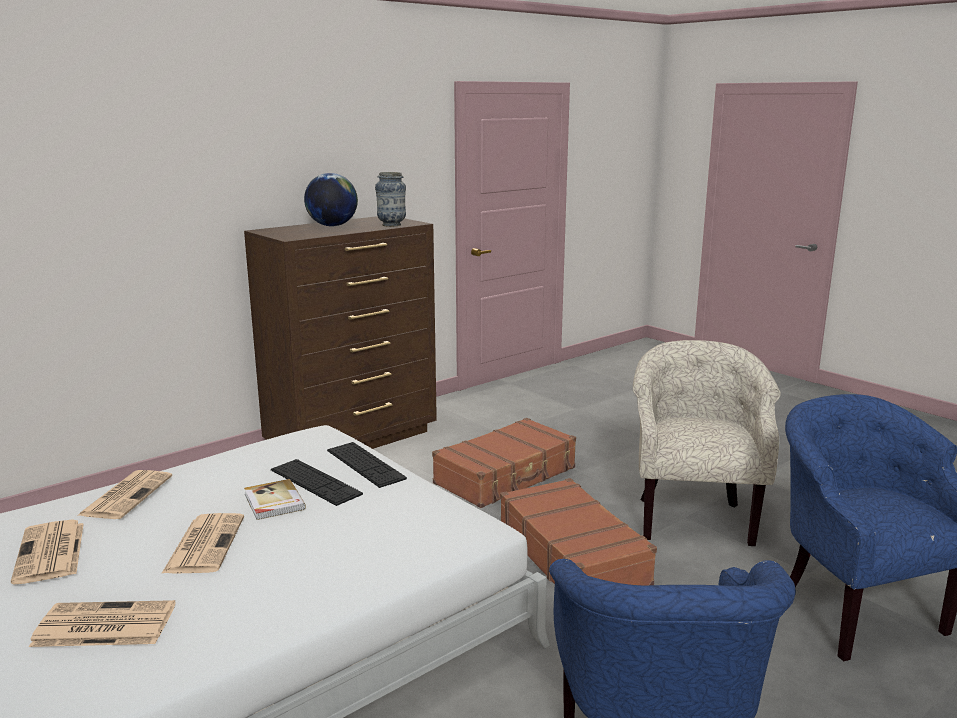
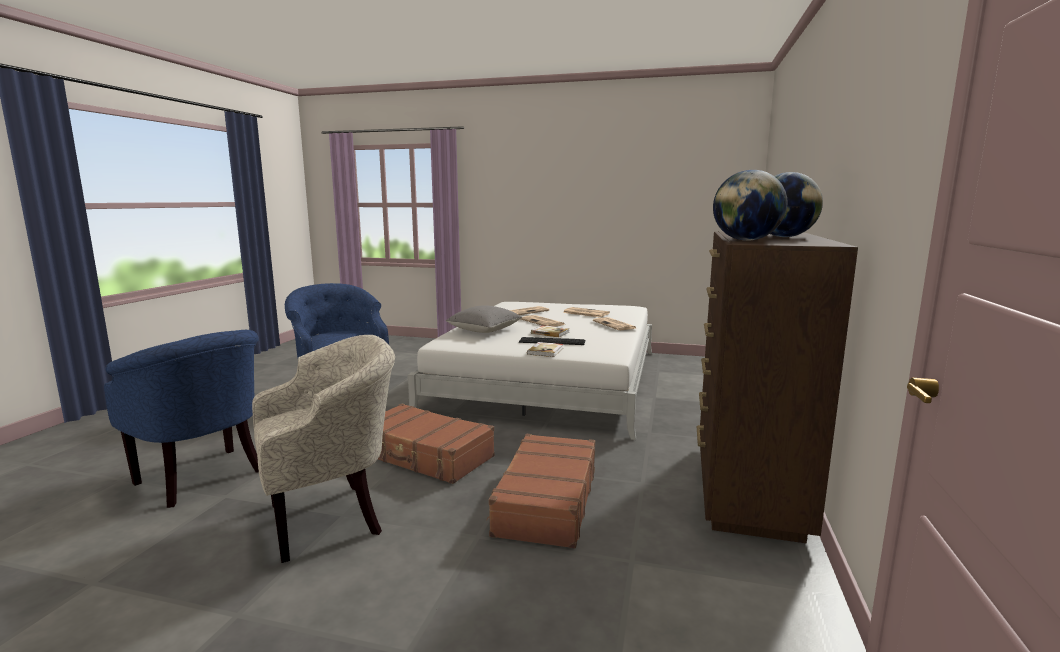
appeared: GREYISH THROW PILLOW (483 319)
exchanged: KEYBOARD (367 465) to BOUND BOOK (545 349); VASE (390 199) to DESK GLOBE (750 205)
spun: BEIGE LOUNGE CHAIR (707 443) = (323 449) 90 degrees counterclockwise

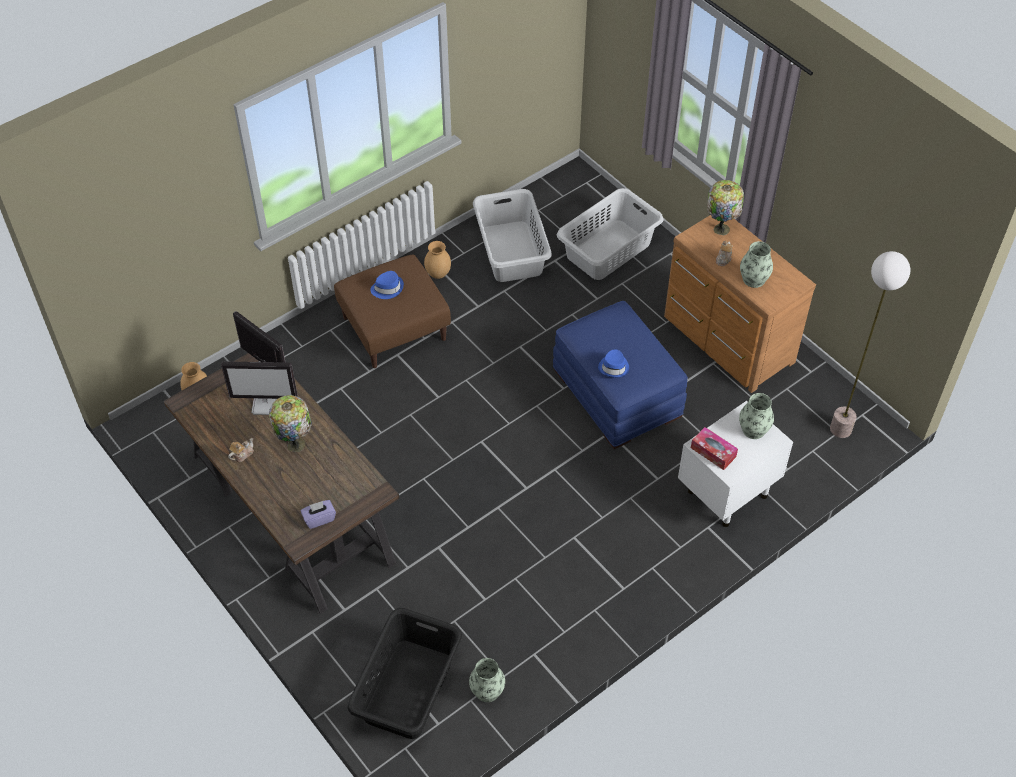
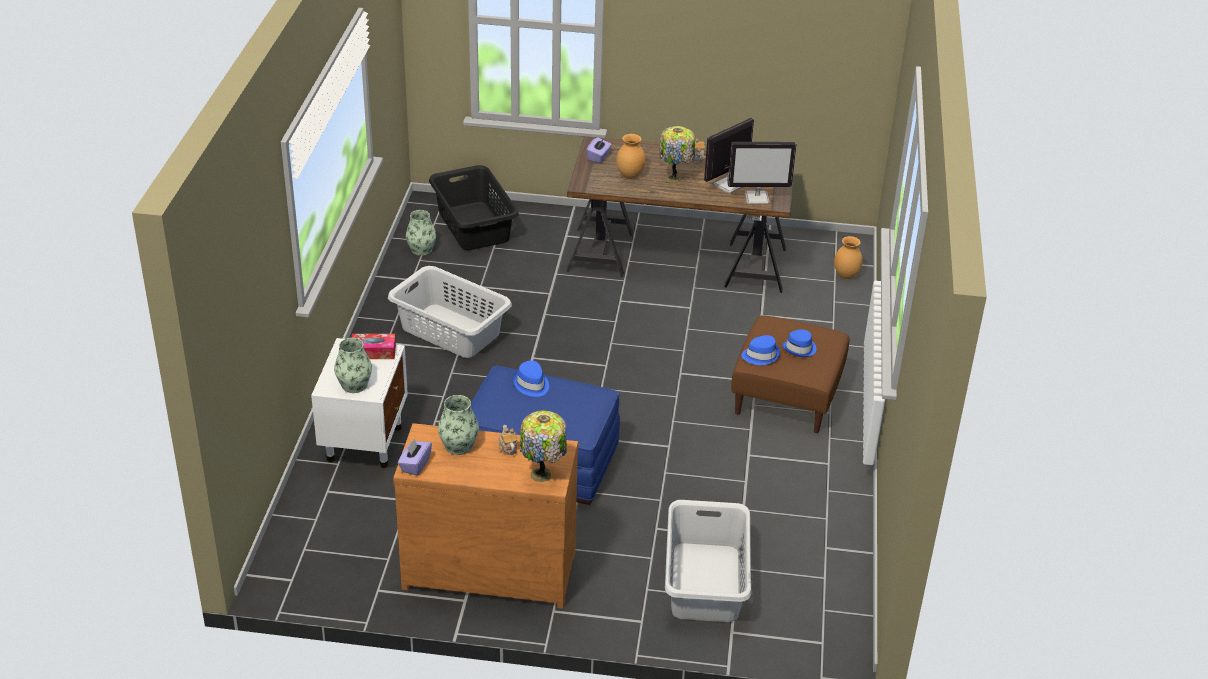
missing: STANDARD LAMP (870 344)
appeared: PURPLE TISSUE BOX (415 457); BLUISH WEARABLE HAT (760 350)
relocated: BROWNISH VASE (437 260) to (631 156); GREYISH LAUNDRY BASKET (512 235) to (450 312)

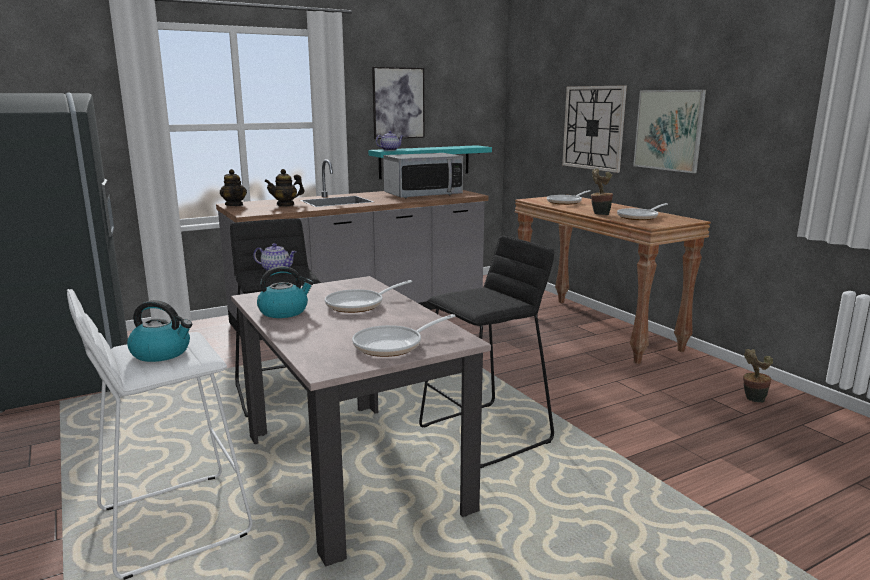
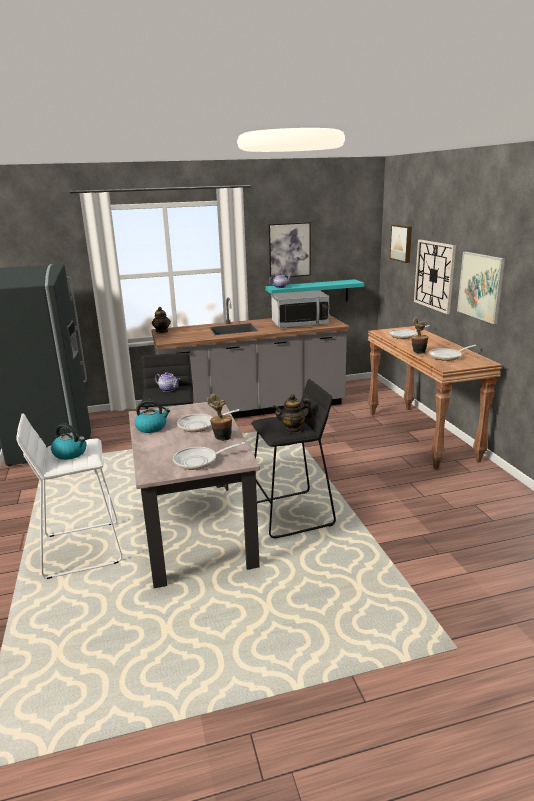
appeared: WALL PICTURE (401 243)
relocated: TEA POT (284 188) to (293 413); PLANT IN A POT (758 376) to (219 417)

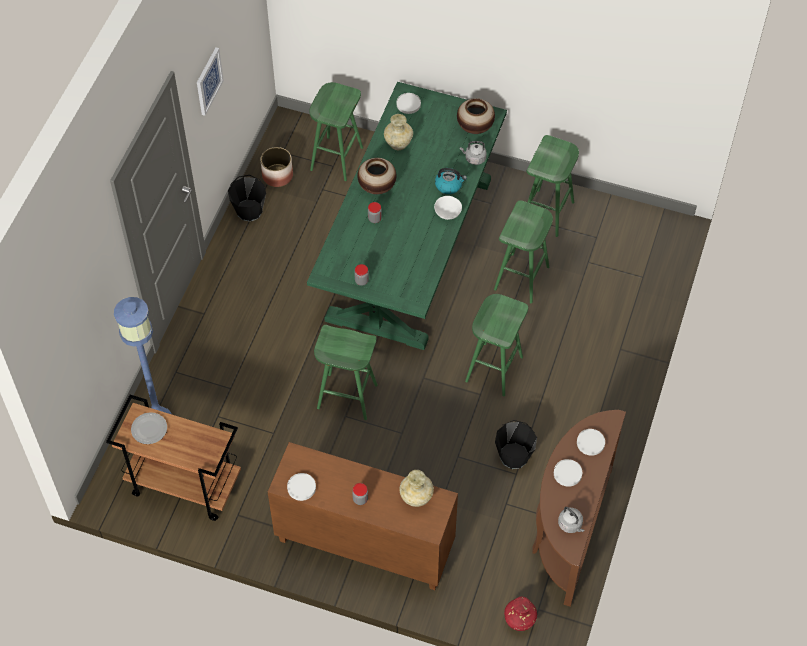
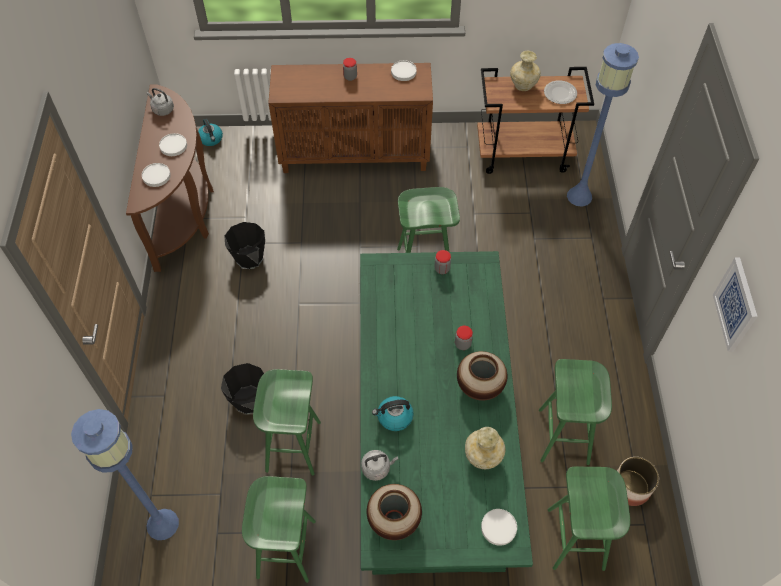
missing: WHITISH SERVING BOWL (448 208)
appeared: BLUISH STANDARD LAMP (125 474)
relocated: BLACK BUCKET (247 198) to (242 388); BEIGE VASE (416 488) to (525 71); GREEN-COLOURED STOOL SEAT (496 345) to (575 412)
exchanged: REDDISH VASE (520 614) to WATER KETTLE (210 132)

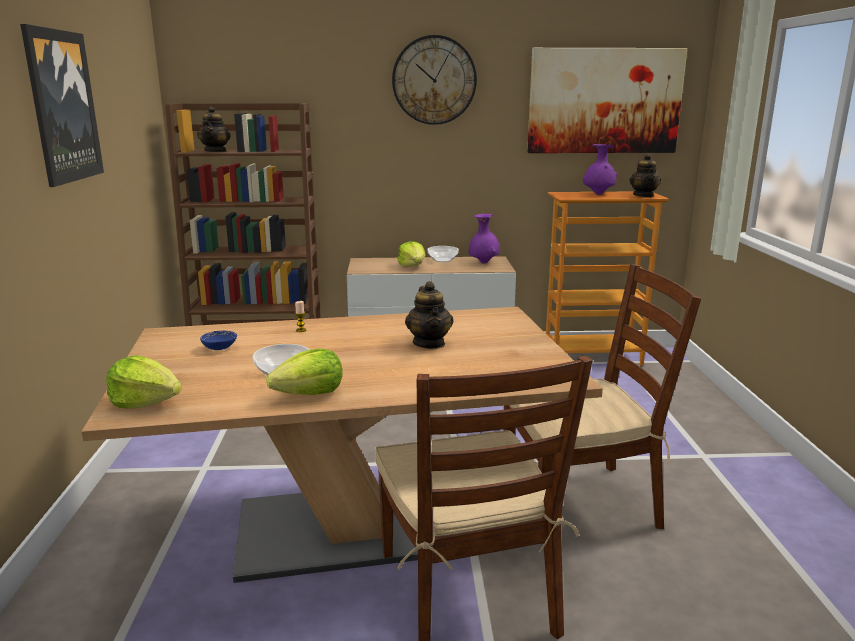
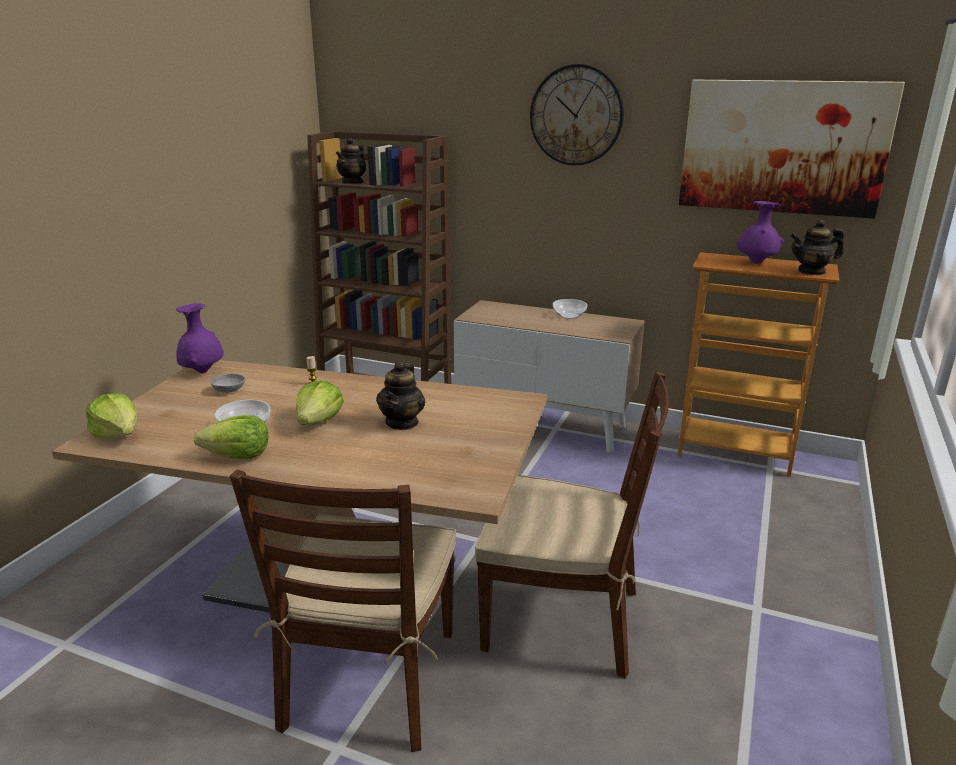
missing: WALL PICTURE (62 105)
relocated: LETTUCE HEAD (411 254) to (320 403); PURPLE VASE (484 239) to (200 338)
colour: BLUISH SERVING BOWL (218 340) to GREYISH SERVING BOWL (228 383)
spun: TEA POT (645 175) = (817 247) 60 degrees clockwise

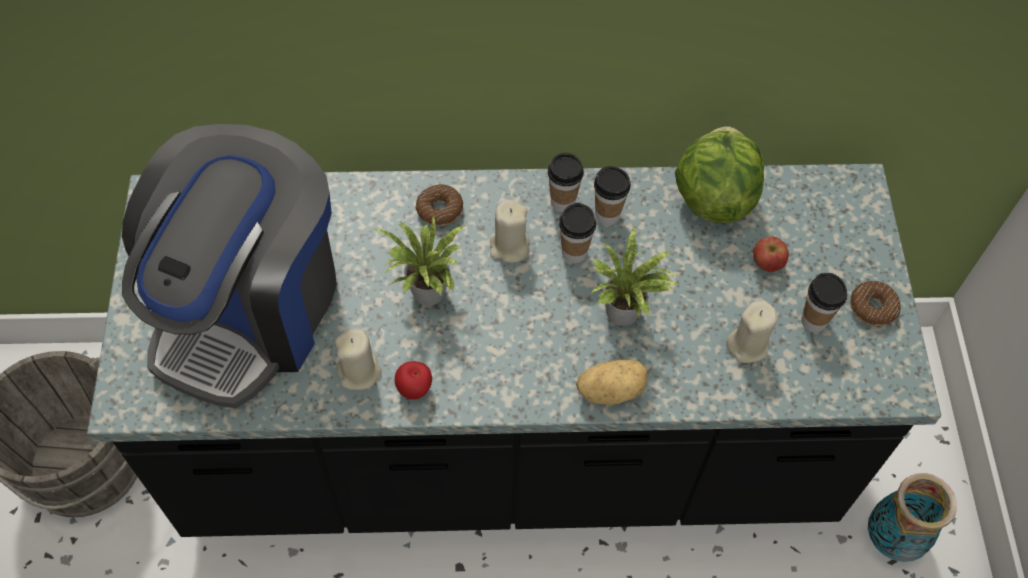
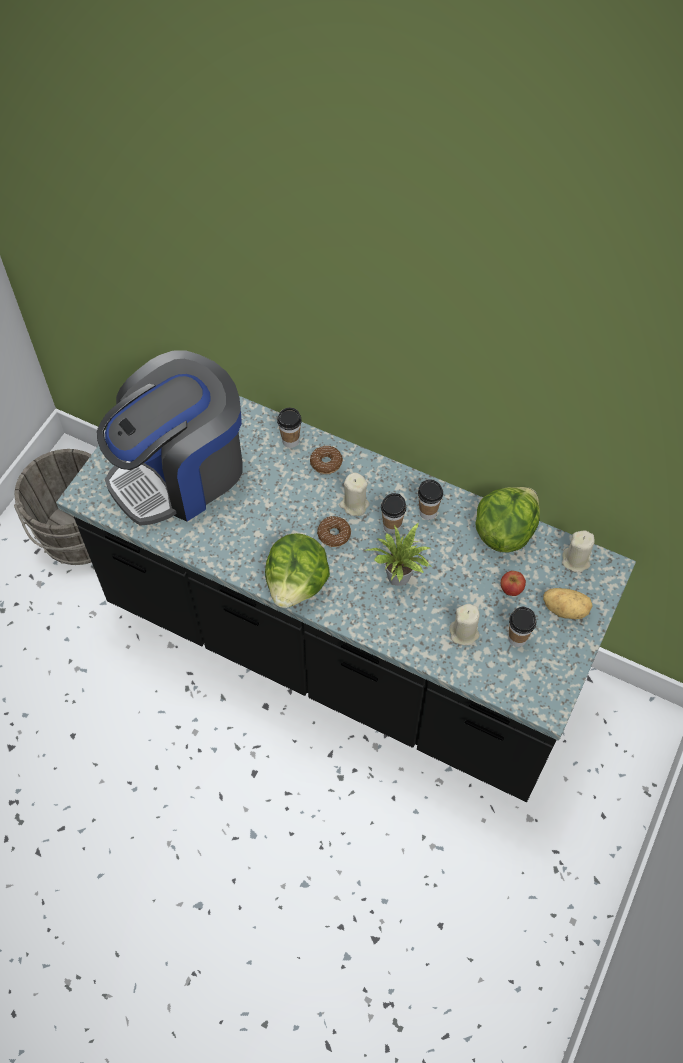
missing: PLANT IN A POT (419 259); WHOLE APPLE (413 380); VASE (912 517)
appeared: LETTUCE HEAD (297 570)
relocated: BEIGE WAX LIGHT (358 359) to (578 551); CUP (566 182) to (289 428); WHOLE POTATO (611 382) to (567 603); DONUT (875 303) to (334 531)

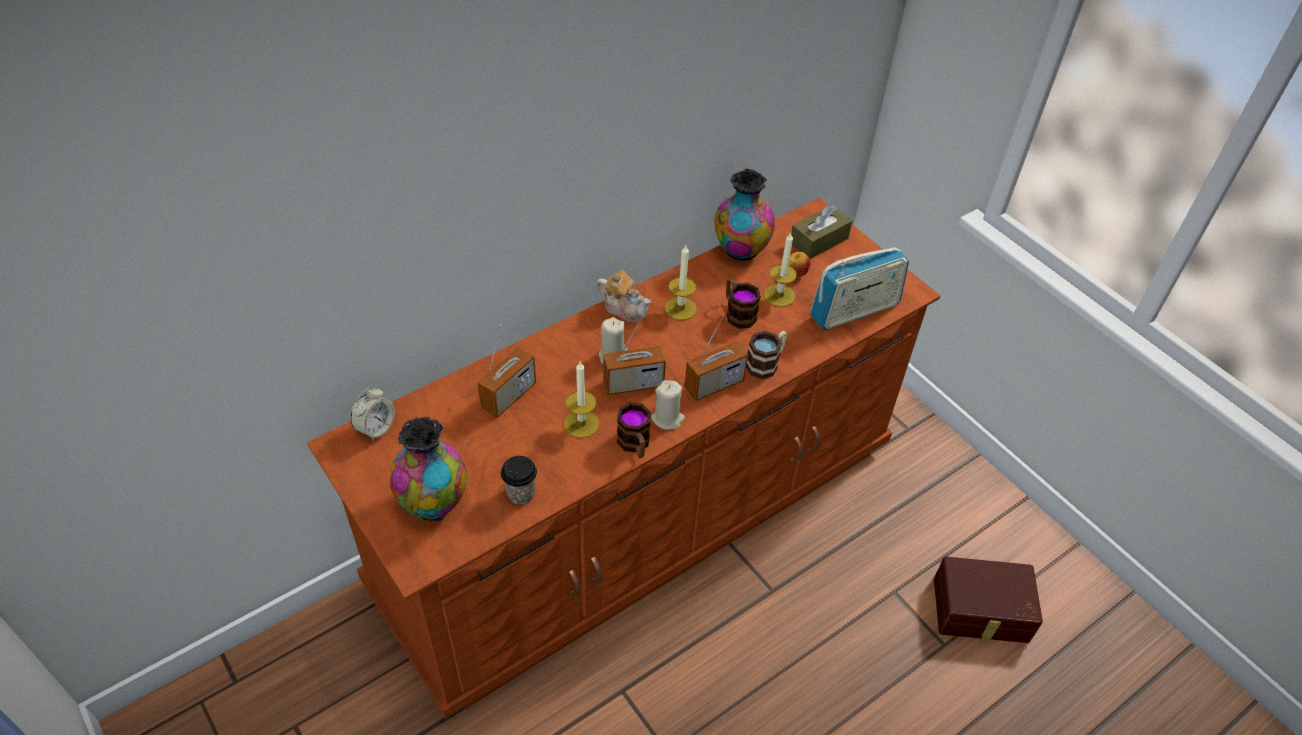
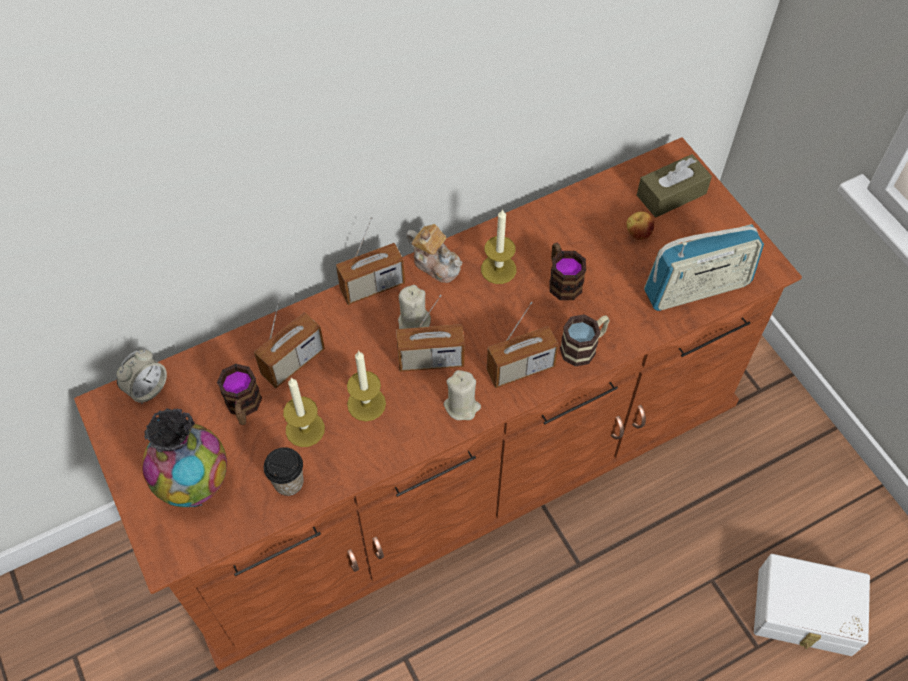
missing: VASE (744 215)
appeared: RADIO (370 261)
relocated: COFFEE MUG (634 430) to (239 394); WAX LIGHT (780 270) to (304 412)
colour: BROWNISH STORAGE CONTAINER (988 600) to WHITISH STORAGE CONTAINER (812 605)

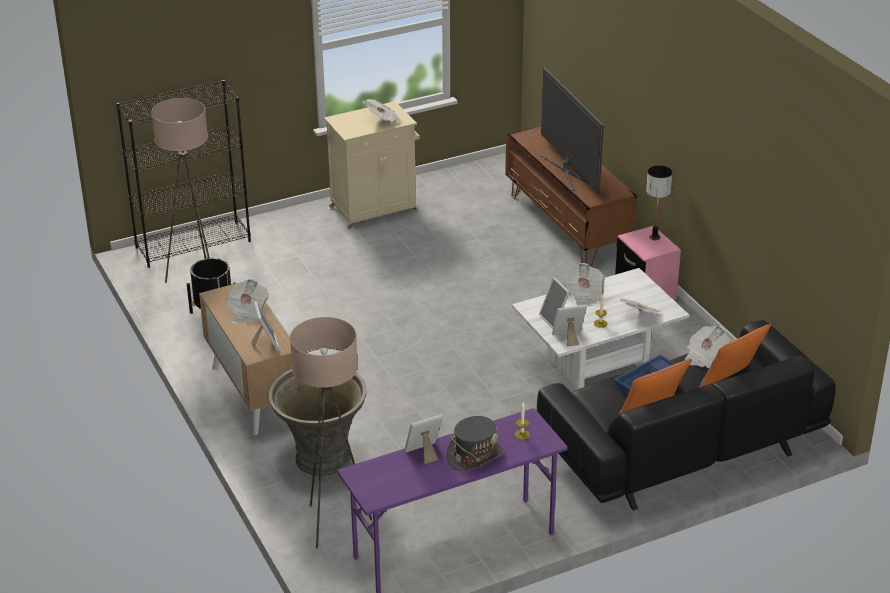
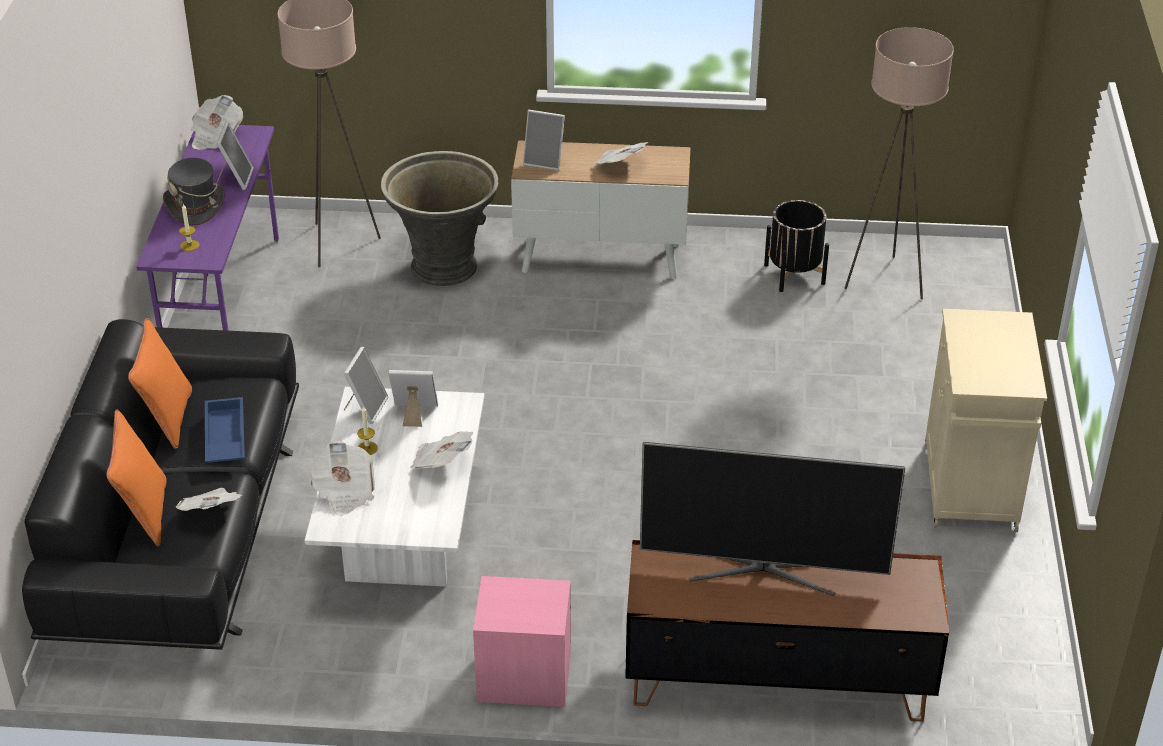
missing: BLACK BOOKSHELF (183 174); TABLETOP LAMP (659 202)
relocated: PRINTED PAPER (382 110) to (217 122)

